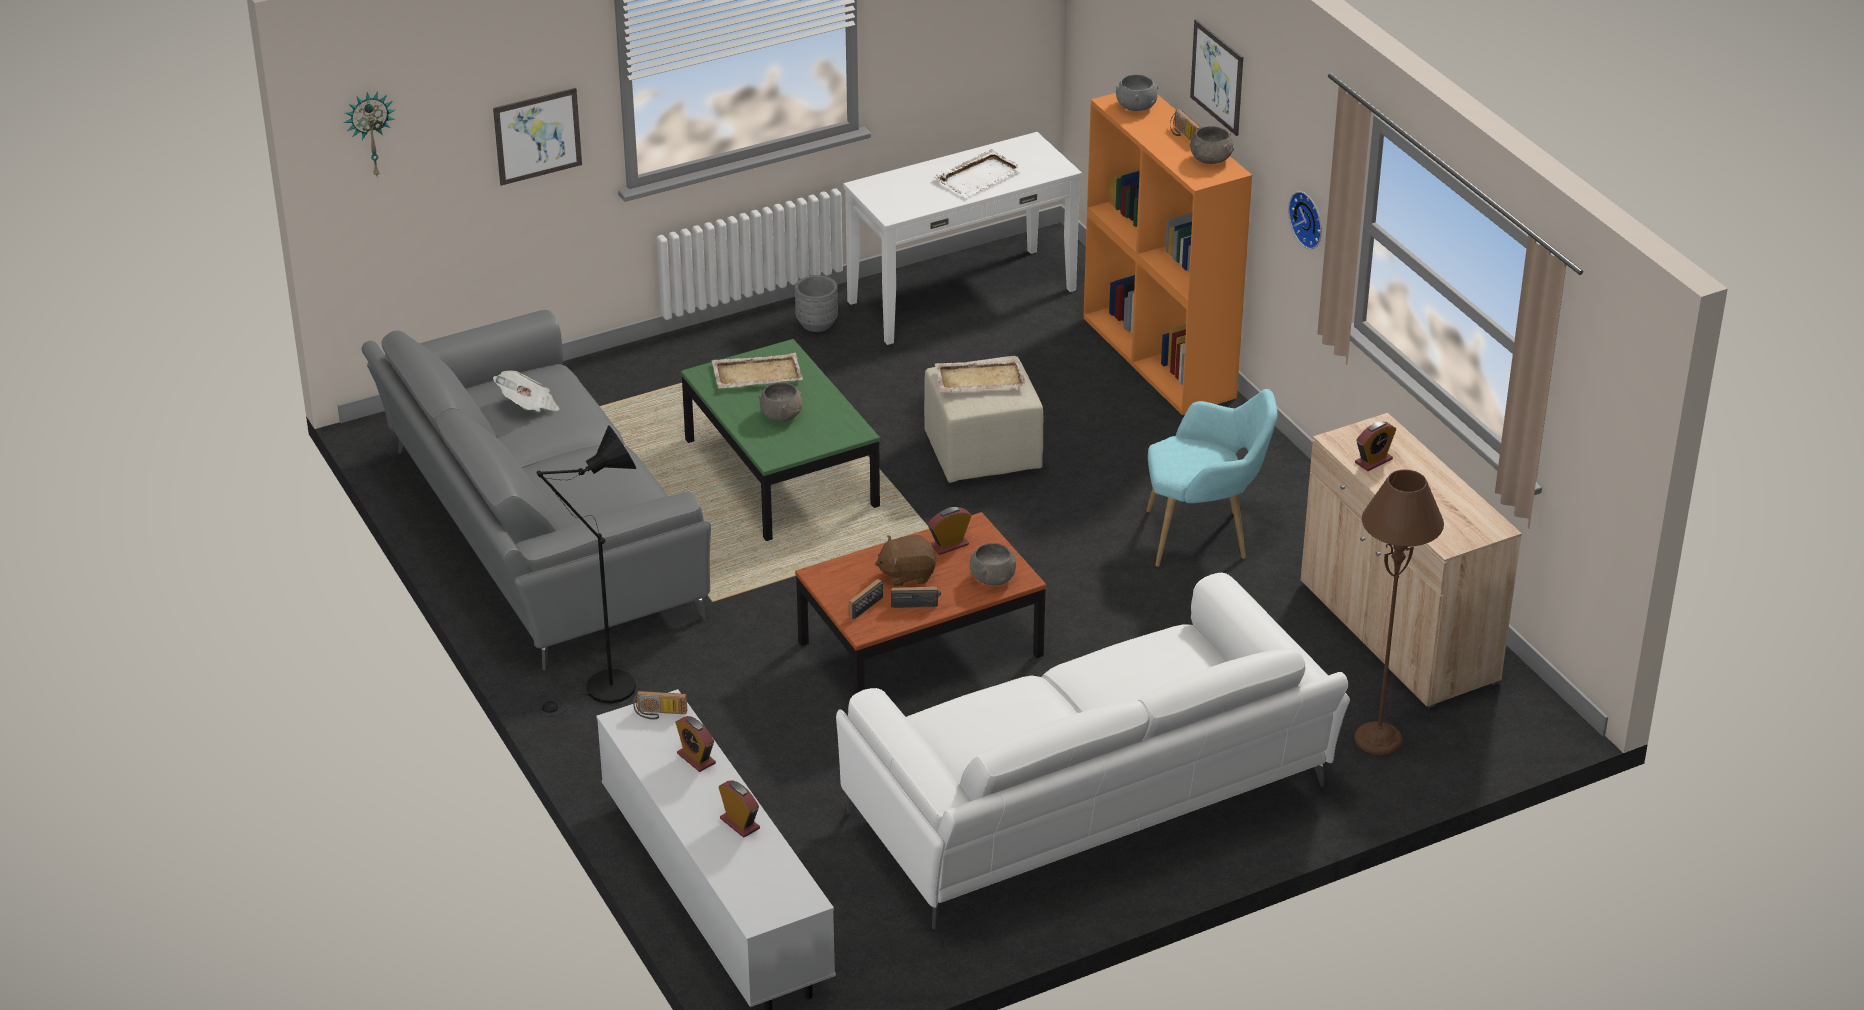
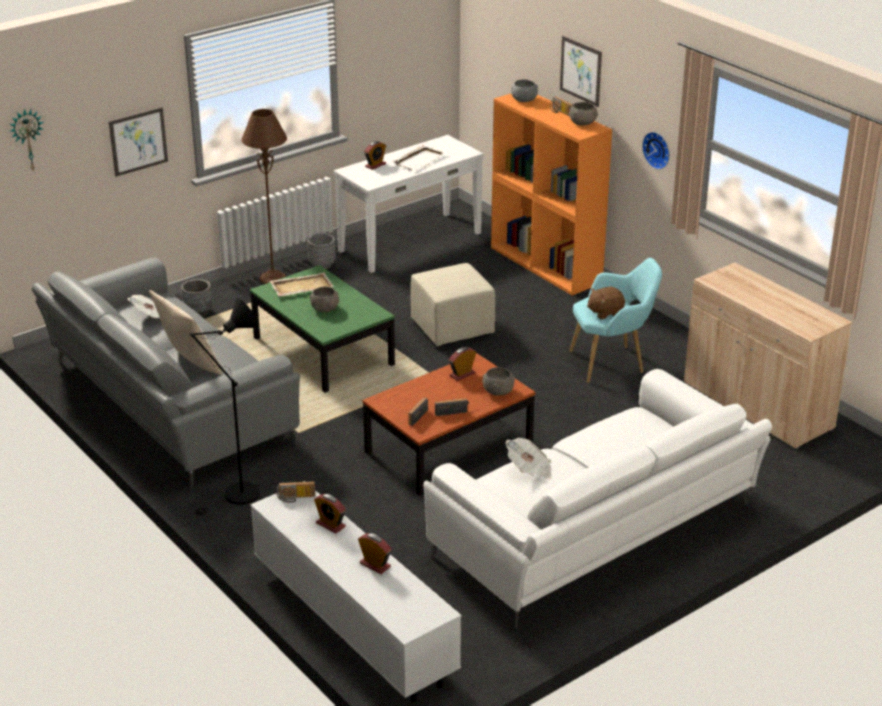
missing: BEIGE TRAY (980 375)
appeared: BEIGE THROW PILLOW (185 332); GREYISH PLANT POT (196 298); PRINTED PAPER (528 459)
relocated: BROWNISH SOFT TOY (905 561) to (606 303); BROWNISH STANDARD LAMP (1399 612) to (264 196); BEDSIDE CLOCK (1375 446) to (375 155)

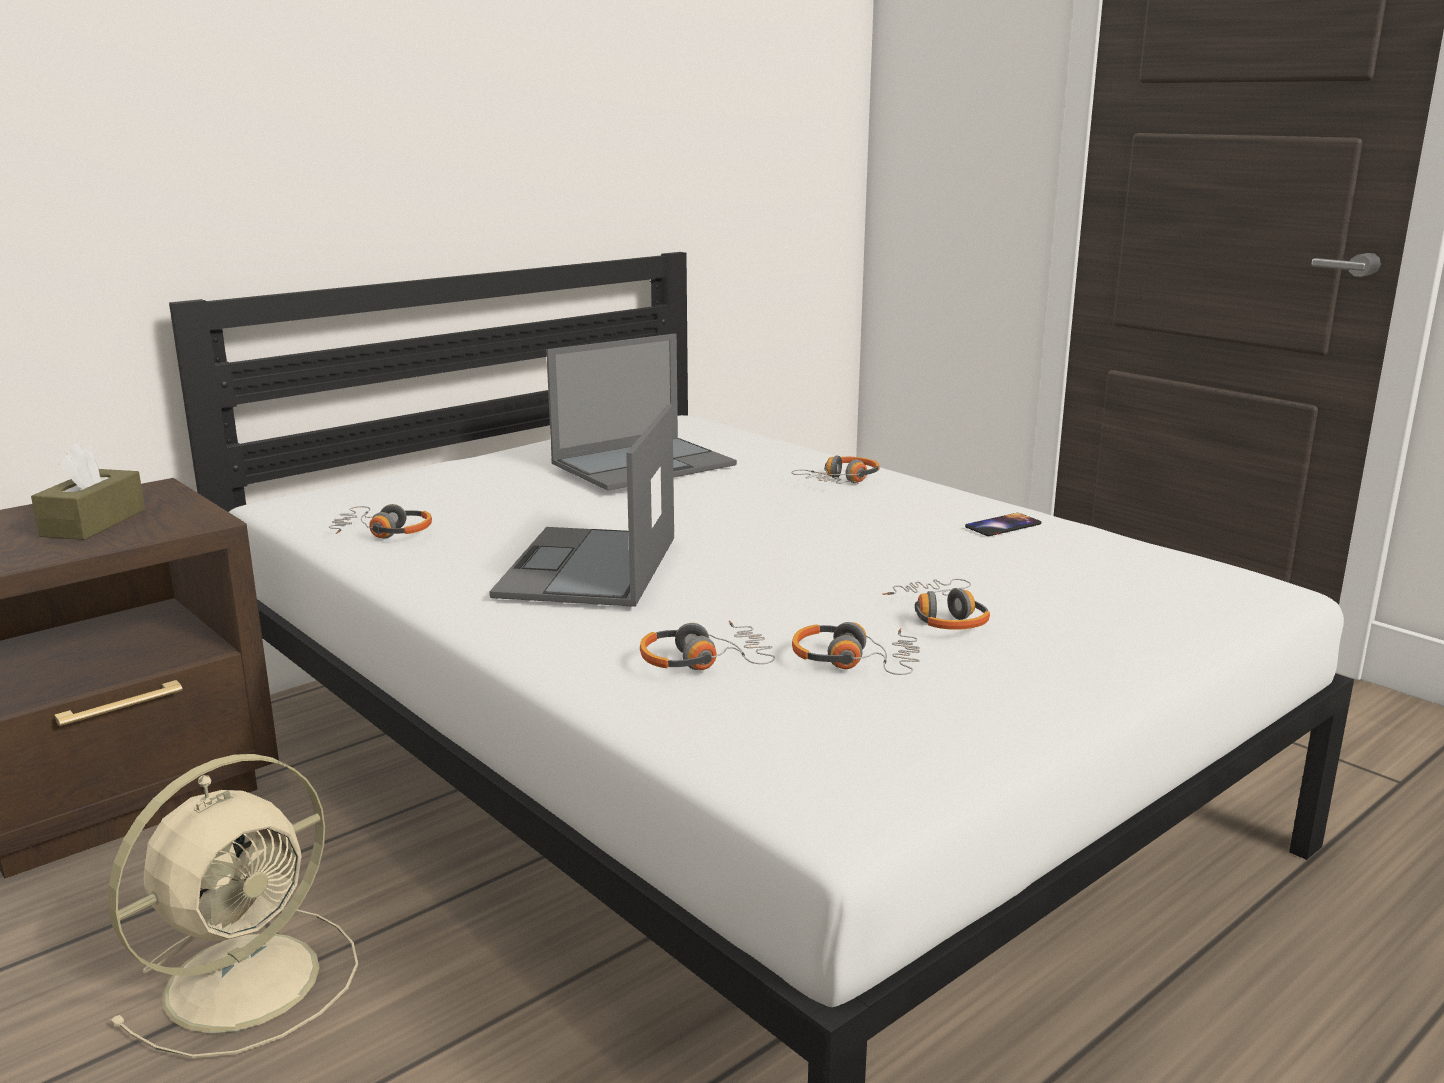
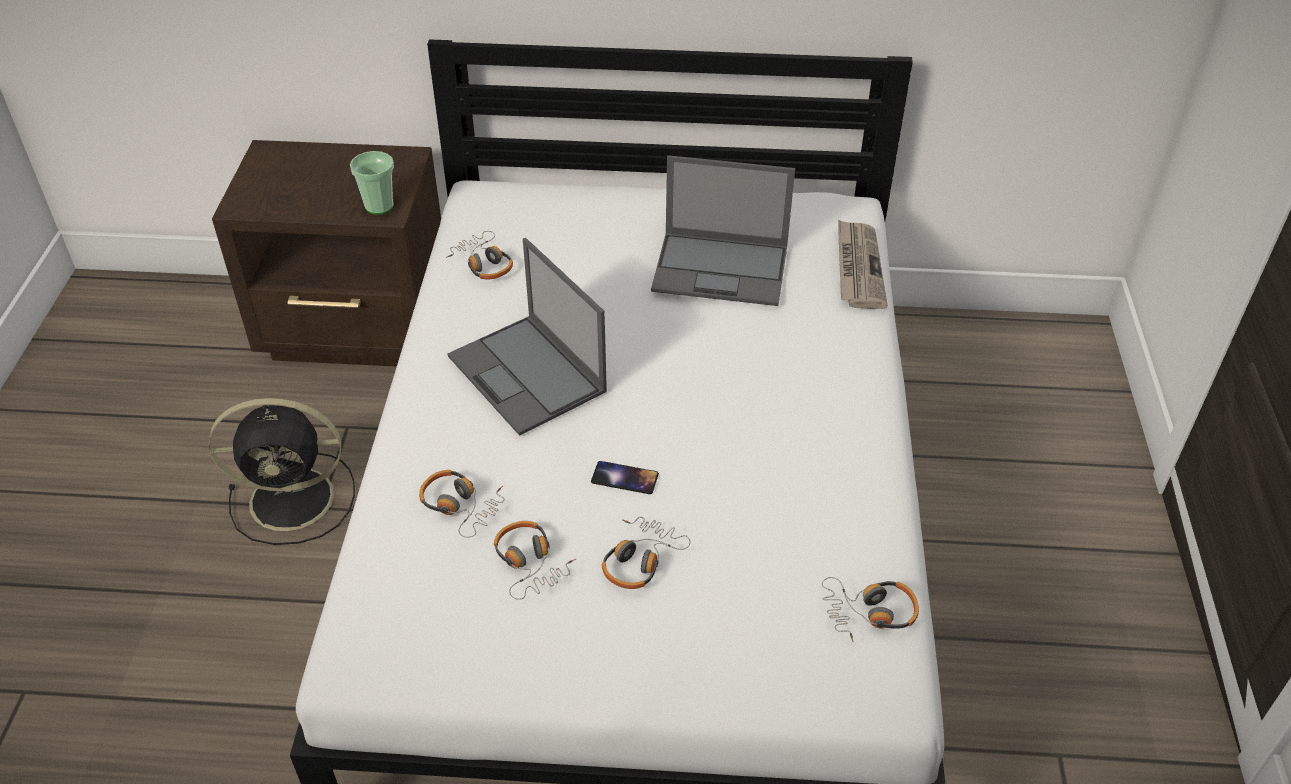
missing: BROWNISH TISSUE BOX (88 491)
appeared: CUP (372 183); PRINTED PAPER (863 264)
relocated: PAIR OF HEADPHONES (835 469) to (870 609); HANDSET (1003 524) to (625 477)
colour: BEIGE ELECTRIC FAN (233 906) to BLACK ELECTRIC FAN (282 471)
spun: NOTEBOOK COMPUTER (581 505) = (527 337) 90 degrees counterclockwise

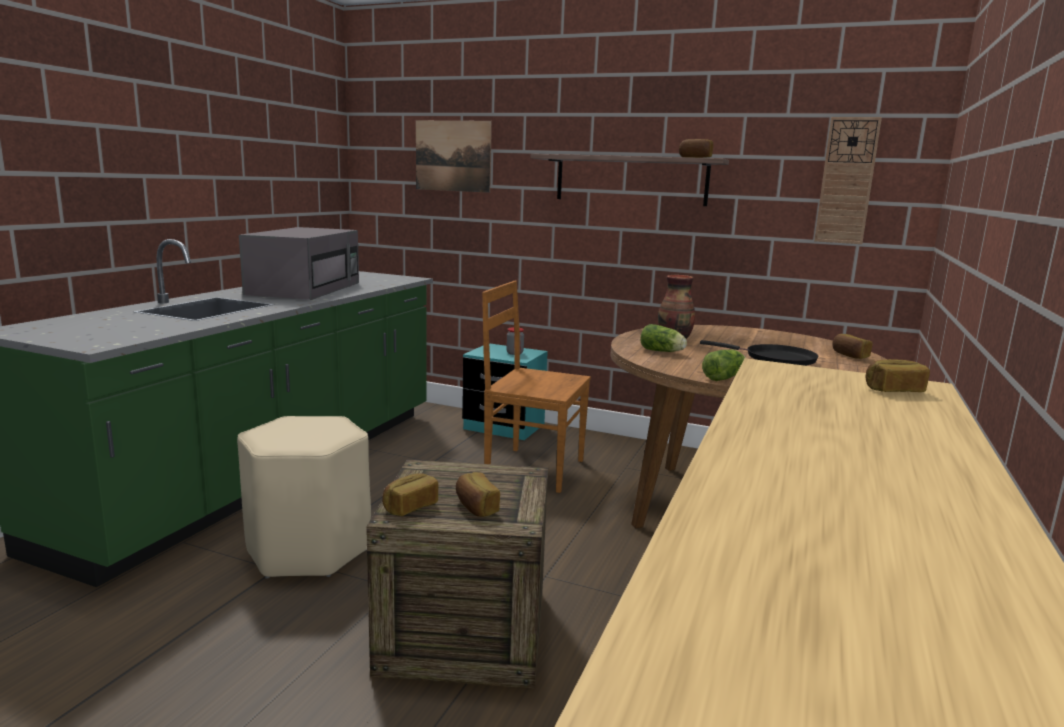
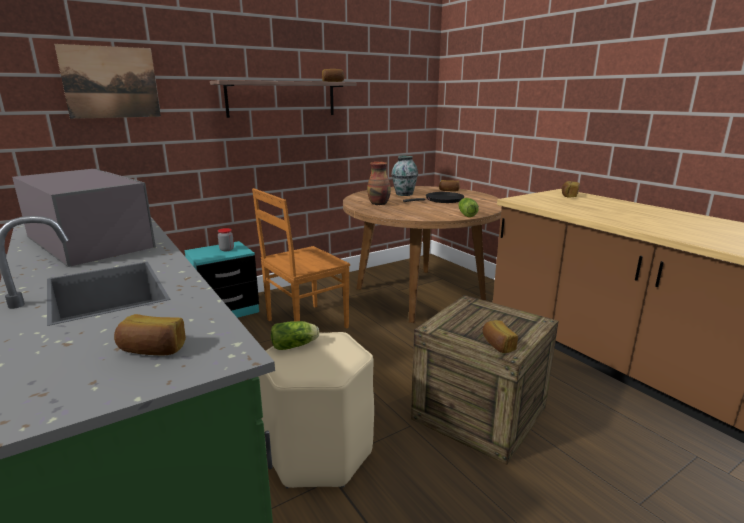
missing: WALL CLOCK (848 180)
appeared: VASE (404 176)
relocated: BREAD (478 494) to (150 334); LETTUCE HEAD (663 338) to (295 335)

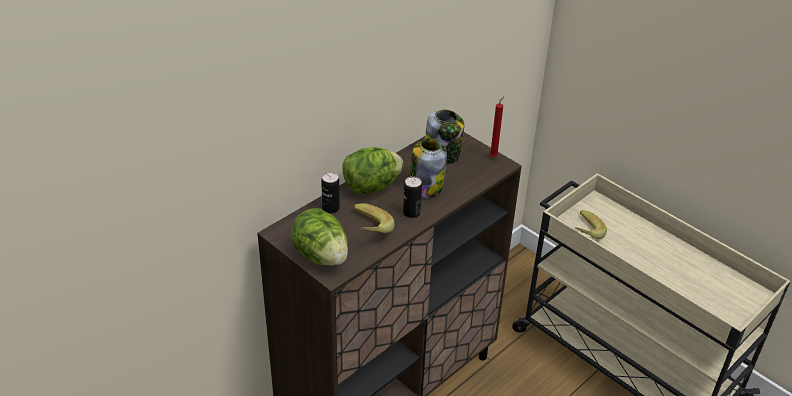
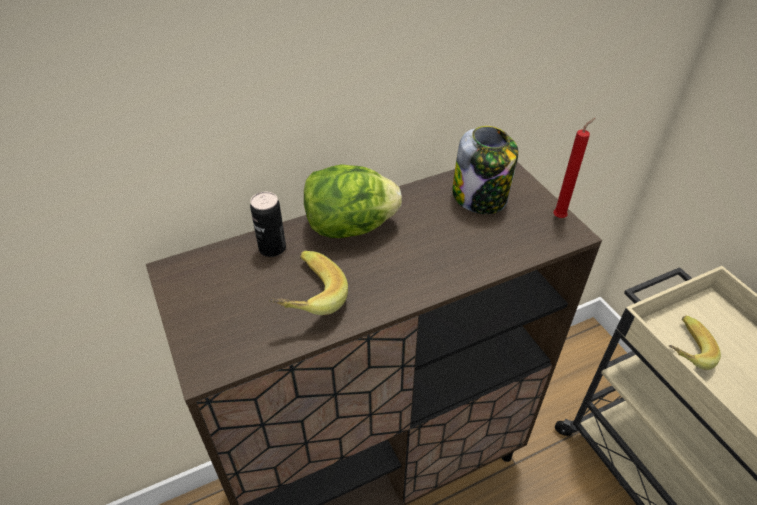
missing: LETTUCE HEAD (319 237); SEALED CAN (412 197); JAR (428 168)

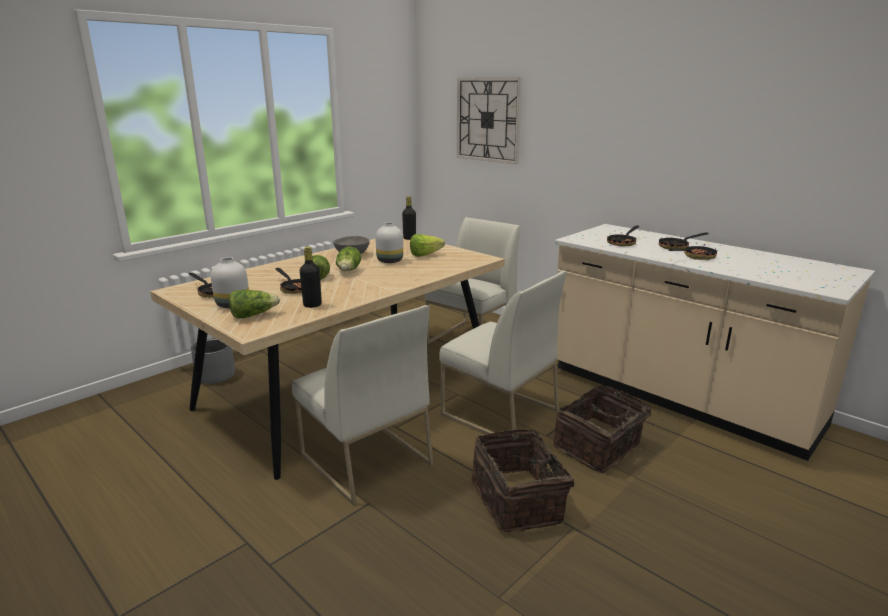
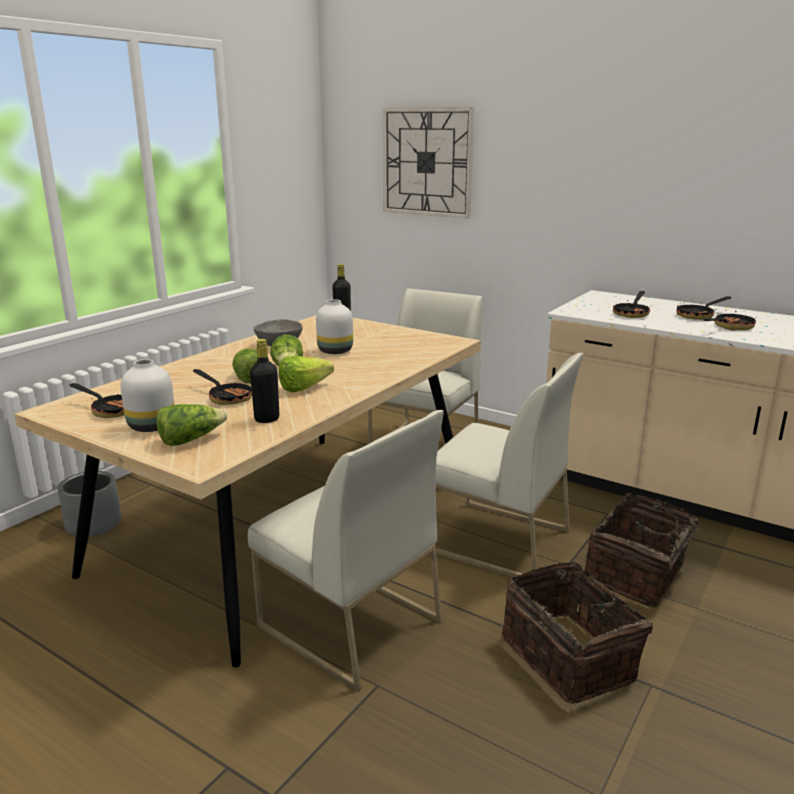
relocated: LETTUCE HEAD (427 245) to (306 374)

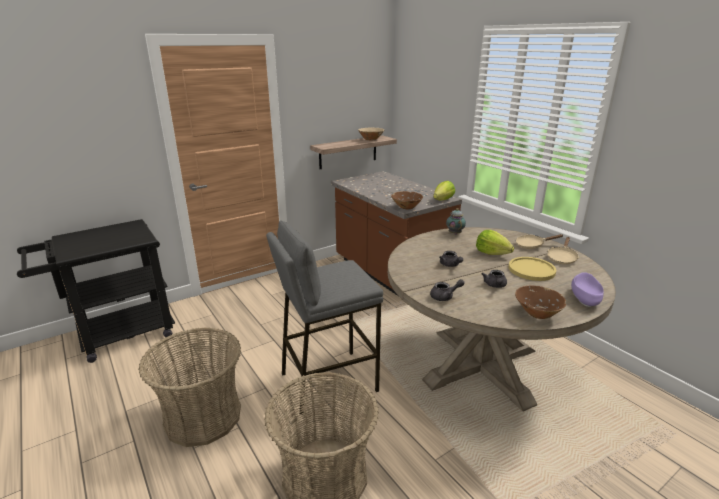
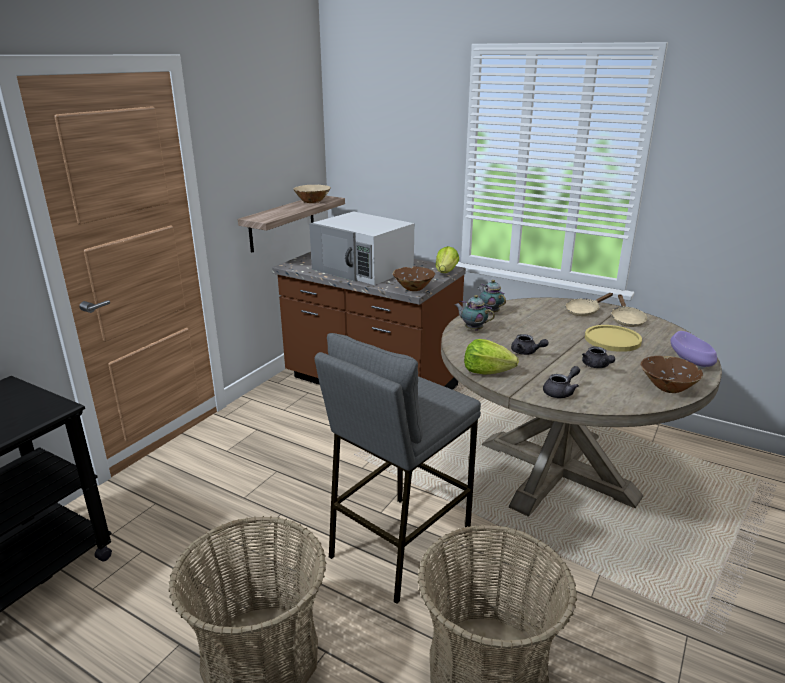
appeared: WHITISH MICROWAVE (361 248); TEA POT (475 313)
relocated: LETTUCE HEAD (495 242) to (491 357)

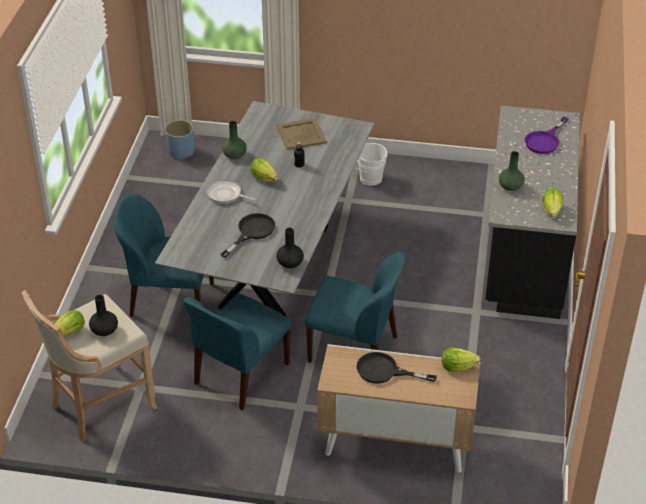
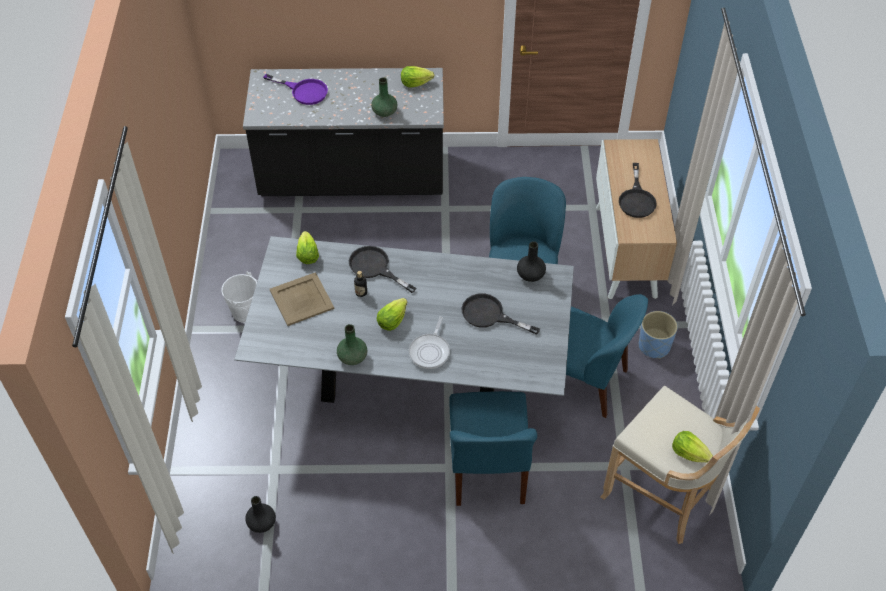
appeared: BLACK SKILLET (383 269)
relocated: BLACK VASE (103 315) to (260 514); BLUISH PLANT POT (179 140) to (658 335); LETTUCE HEAD (461 360) to (307 247)

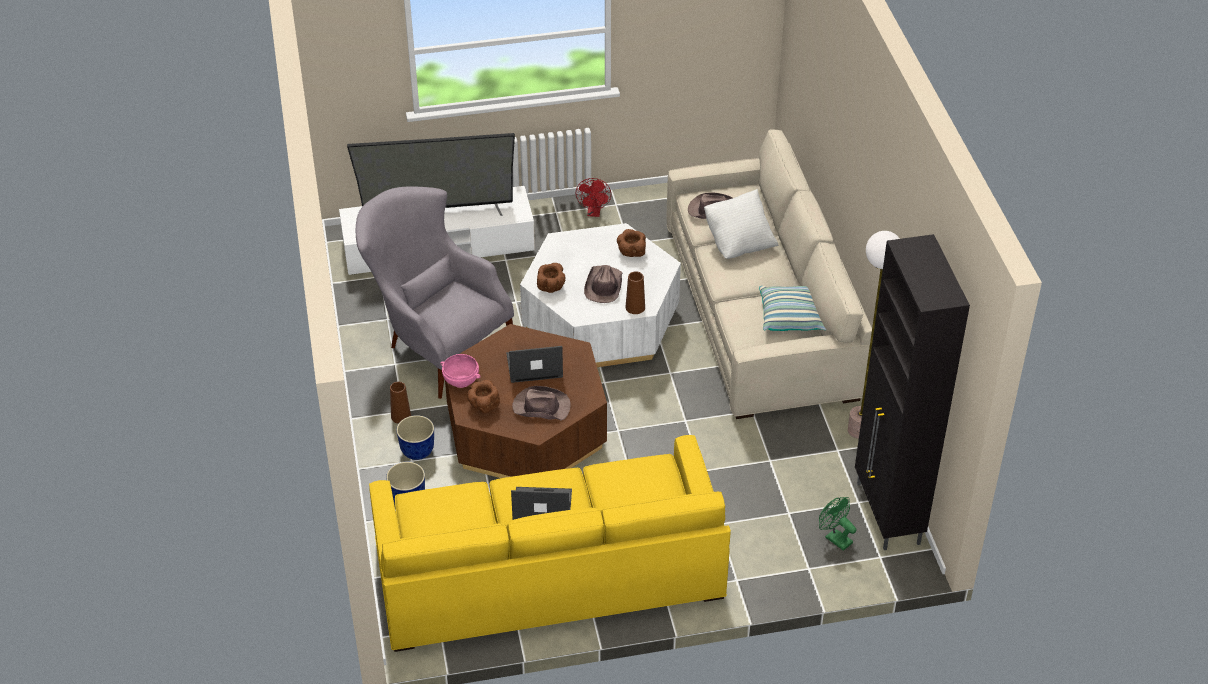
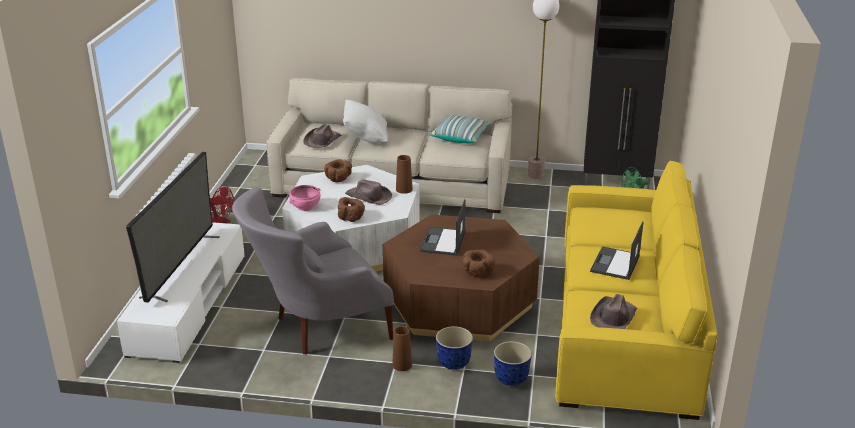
relocated: PINK SERVING BOWL (460 371) to (304 198); BROWNISH WEARABLE HAT (541 403) to (614 311)

